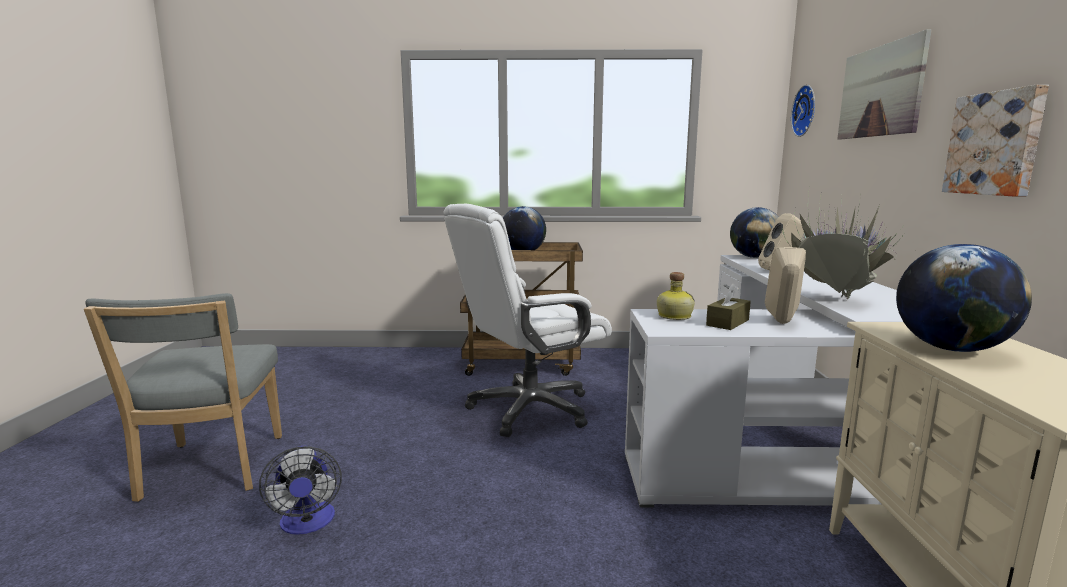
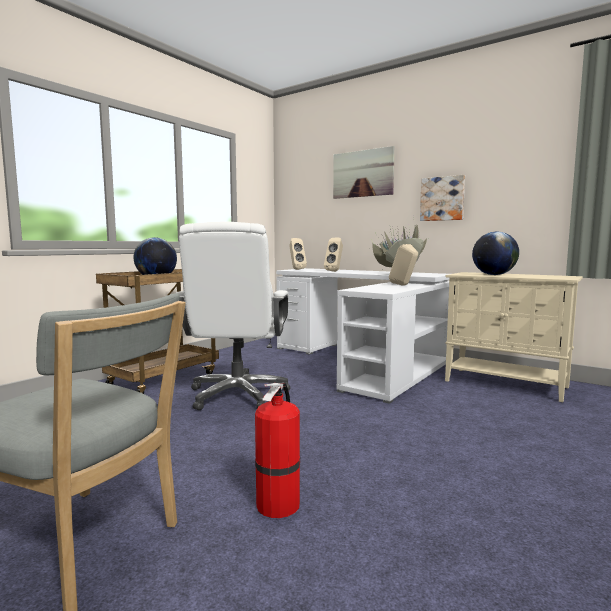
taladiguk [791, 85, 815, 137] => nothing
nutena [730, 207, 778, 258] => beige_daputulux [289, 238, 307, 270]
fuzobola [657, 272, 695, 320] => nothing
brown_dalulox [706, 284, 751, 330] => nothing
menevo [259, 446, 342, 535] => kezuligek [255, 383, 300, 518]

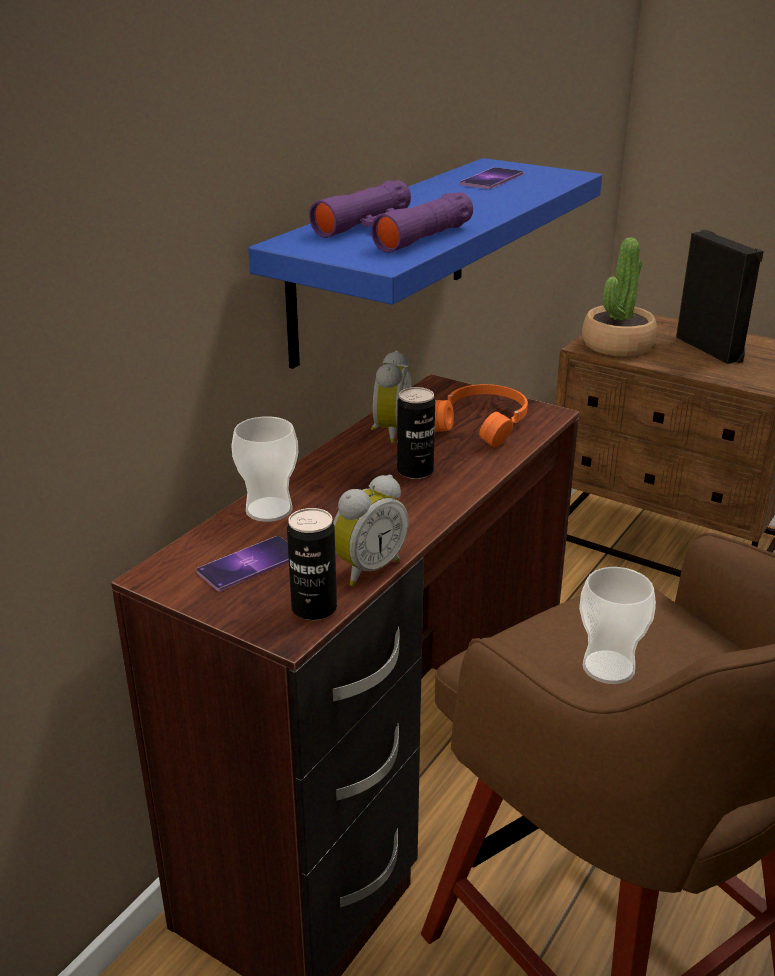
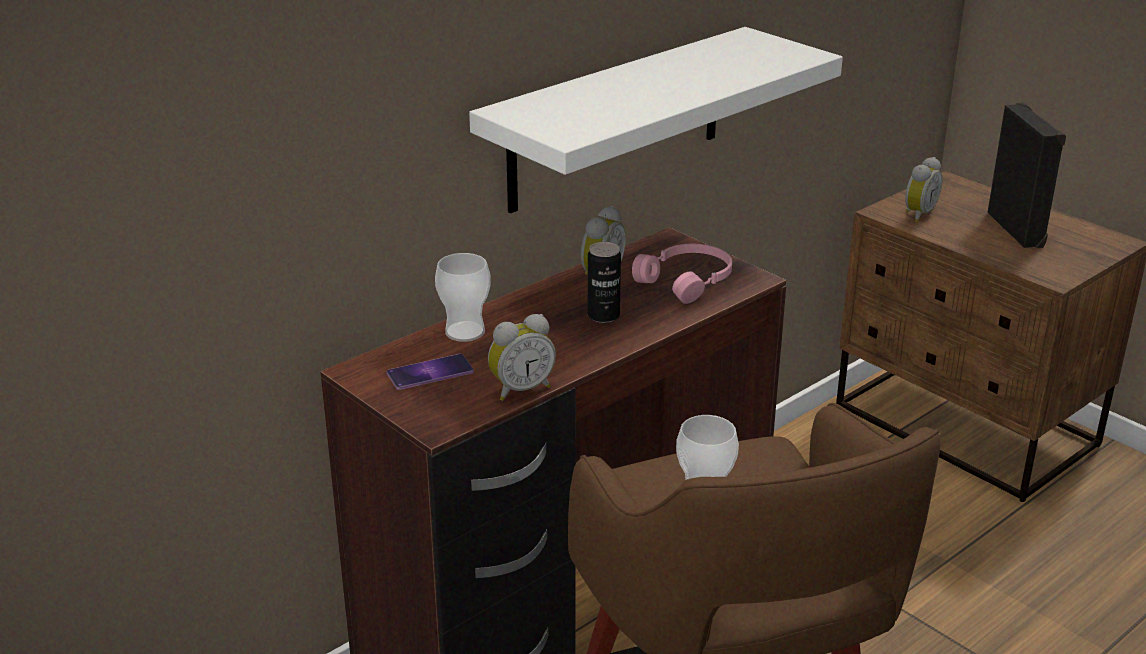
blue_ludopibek [248, 158, 602, 369] => white_ludopibek [469, 27, 843, 213]
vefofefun [460, 167, 523, 189] => nothing
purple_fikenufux [309, 181, 473, 253] => nothing
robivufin [582, 238, 657, 357] => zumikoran [905, 157, 943, 222]
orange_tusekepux [435, 384, 528, 447] => pink_tusekepux [632, 244, 732, 304]
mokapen [287, 508, 337, 621] => nothing

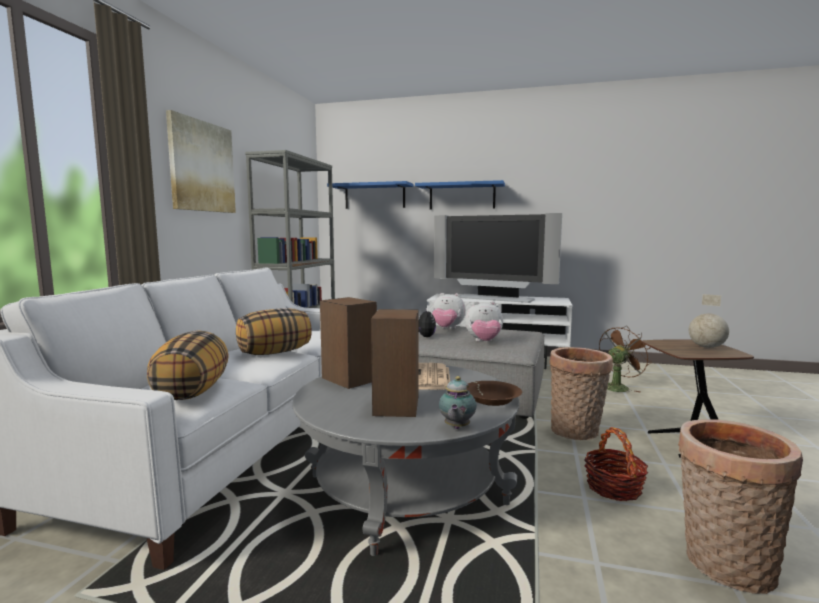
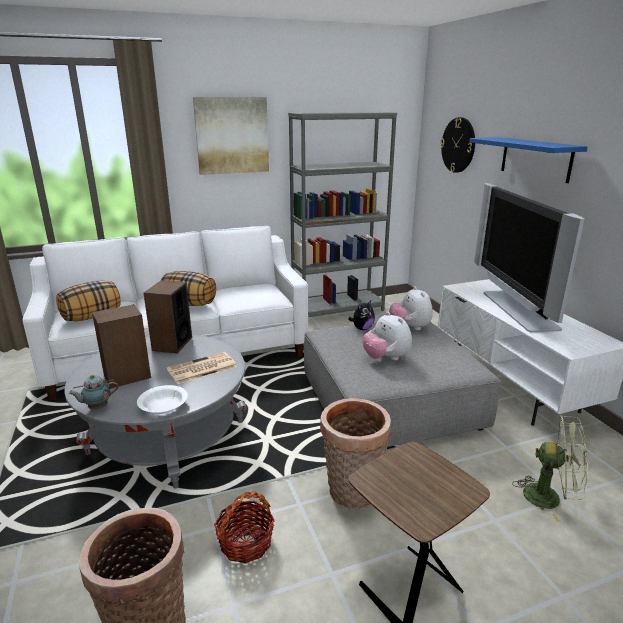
blue_ludopibek [327, 181, 414, 209] => taladiguk [440, 117, 475, 173]
nutena [689, 294, 729, 348] => nothing
brown_menevo [599, 326, 652, 393] => green_menevo [512, 415, 588, 521]
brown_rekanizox [467, 381, 522, 406] => white_rekanizox [137, 385, 188, 414]

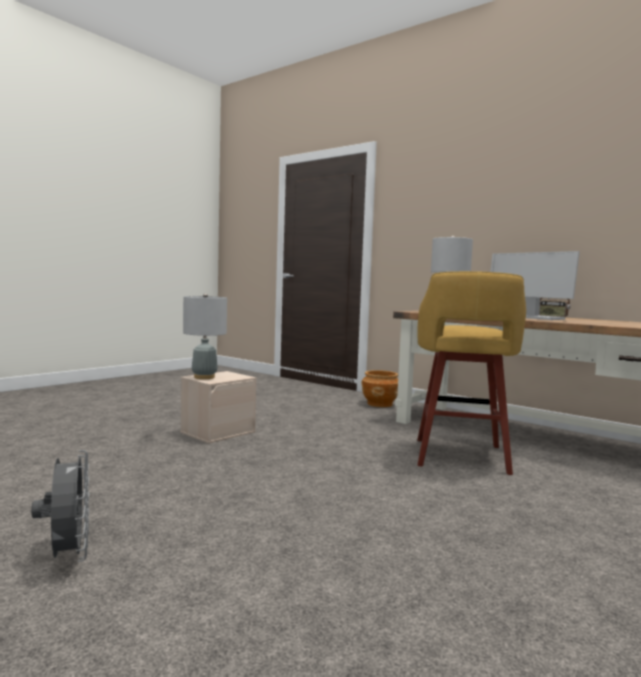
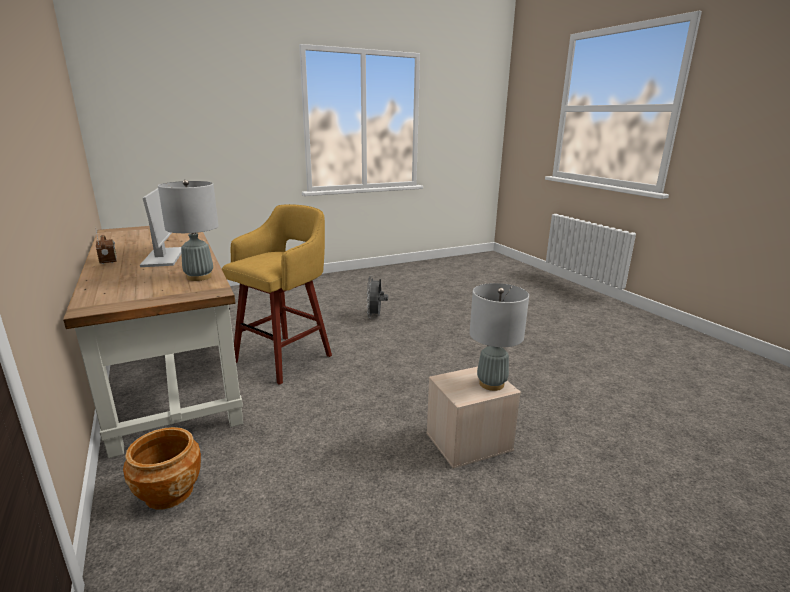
grey_menevo [31, 450, 89, 562] => grey_menevo [367, 276, 388, 318], shifted

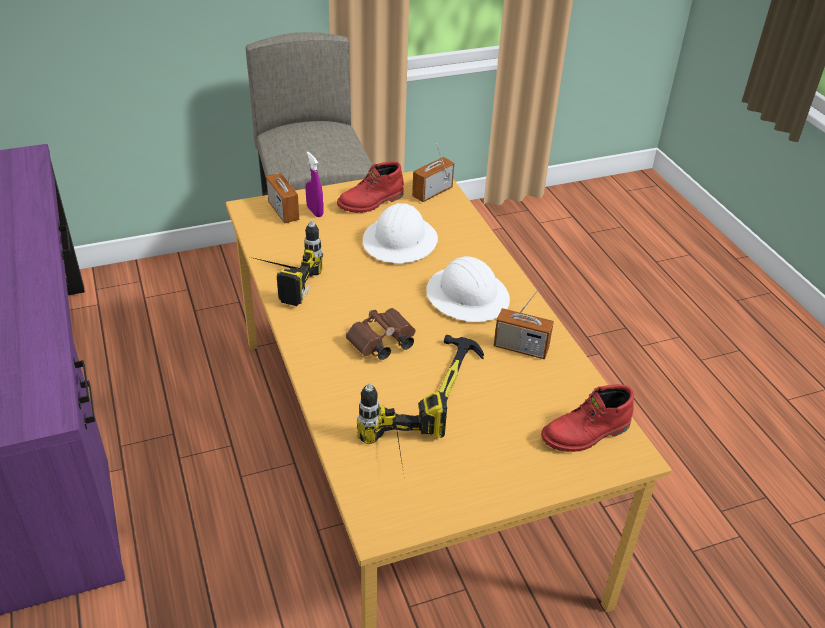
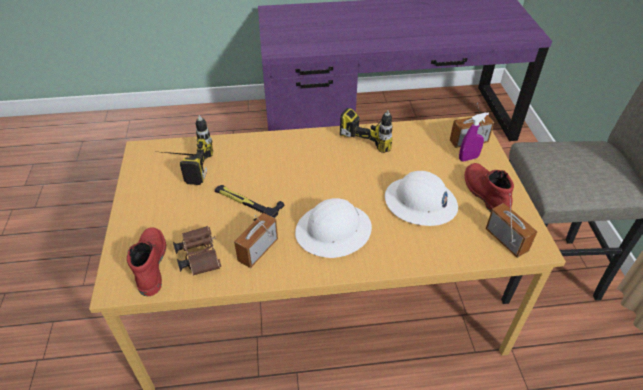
brown_fikenufux [346, 308, 416, 360] => brown_fikenufux [173, 226, 221, 276], shifted

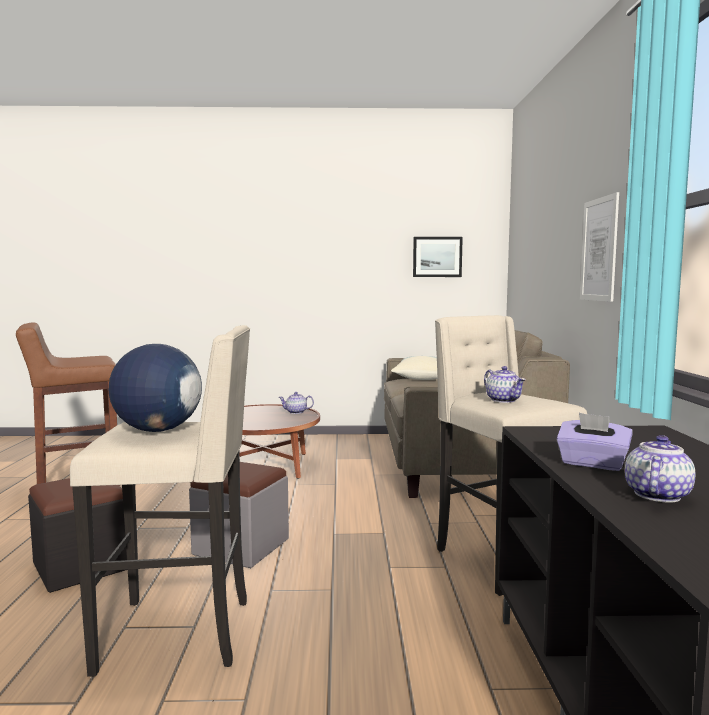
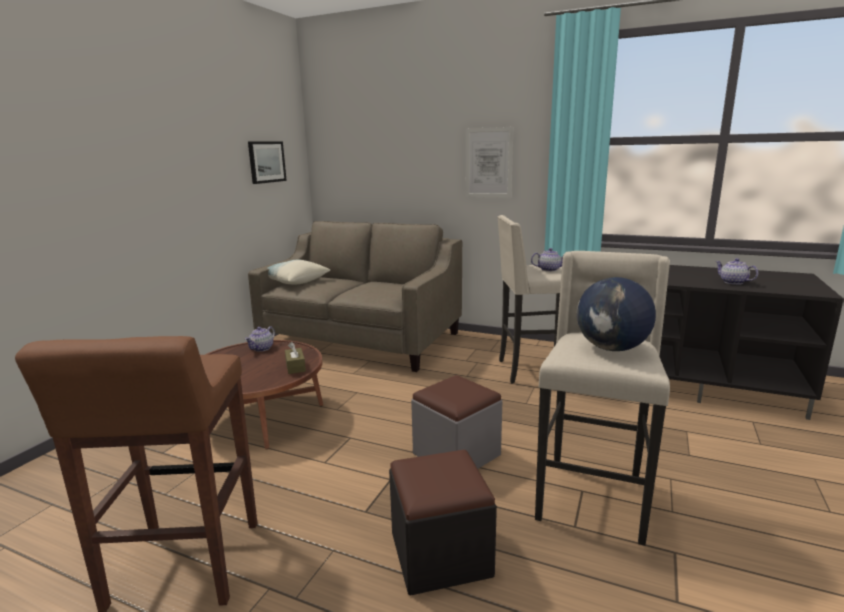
purple_dalulox [556, 413, 633, 471] => nothing
nothing => brown_dalulox [285, 342, 306, 374]

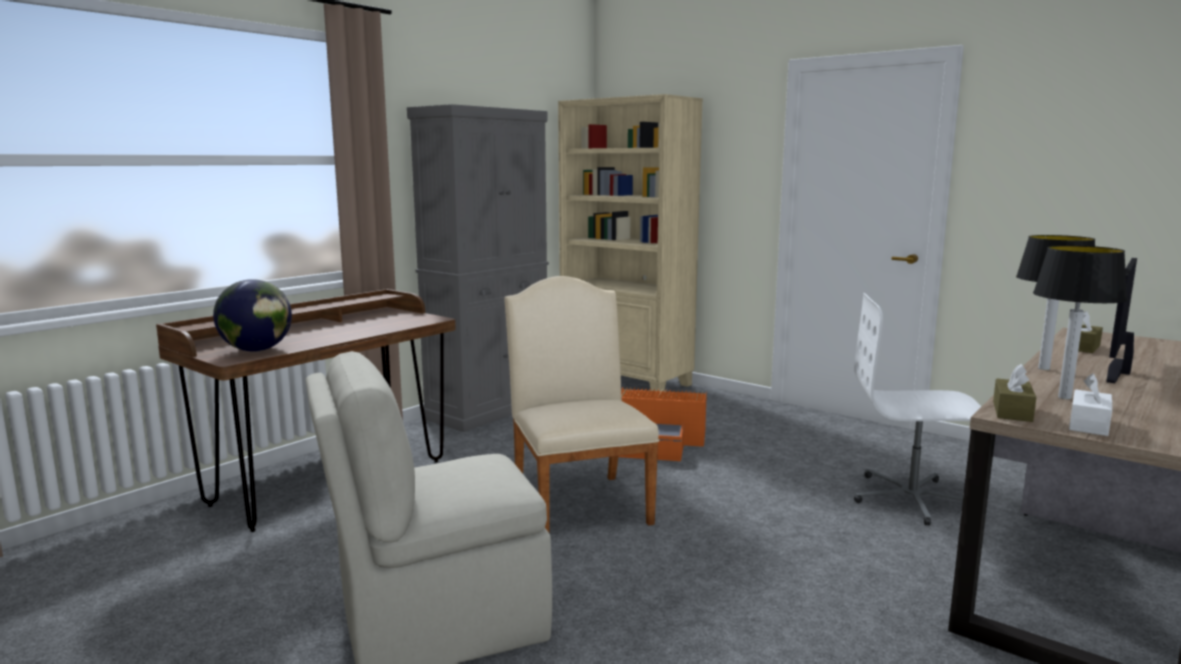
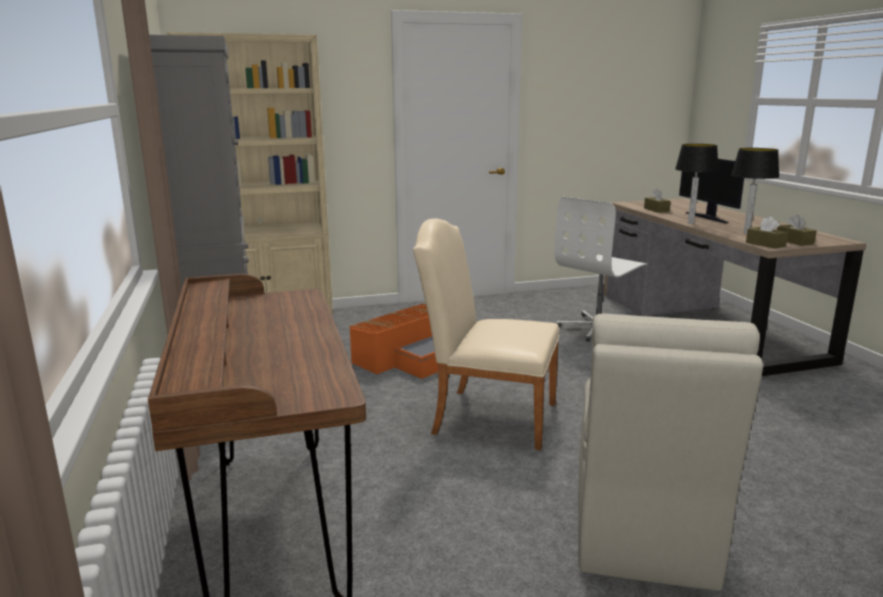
nutena [213, 279, 292, 351] => nothing
white_dalulox [1069, 374, 1112, 436] => brown_dalulox [777, 215, 817, 246]

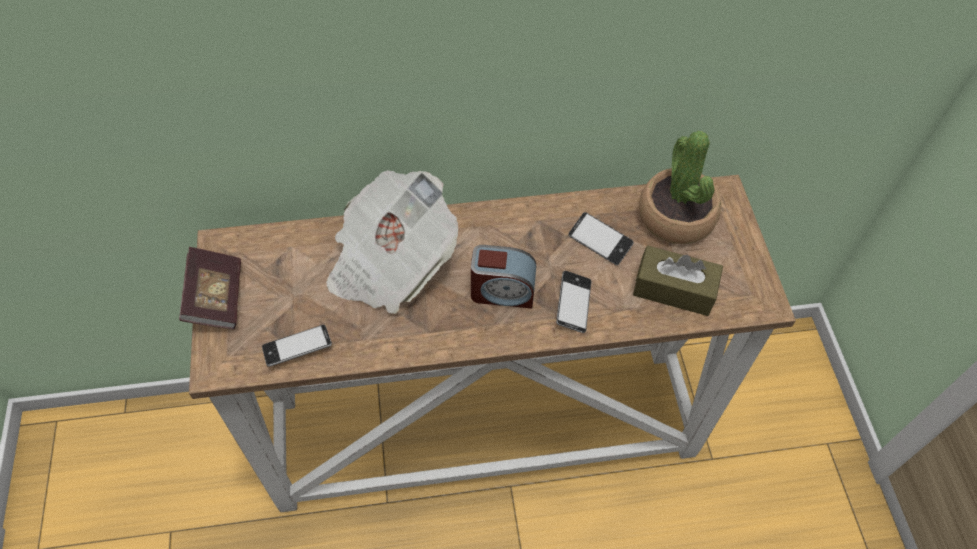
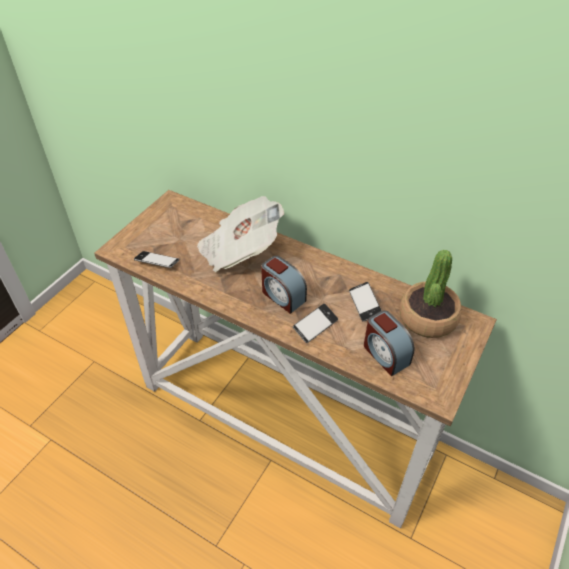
brown_dalulox [633, 246, 723, 316] => zumikoran [364, 310, 415, 376]
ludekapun [179, 247, 241, 329] => nothing

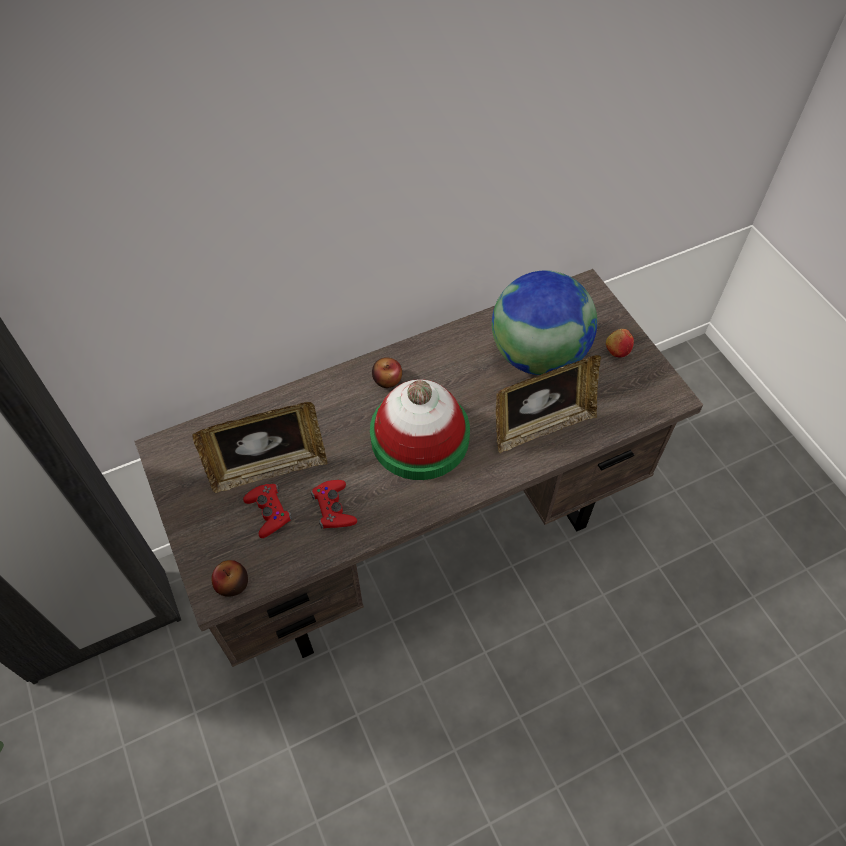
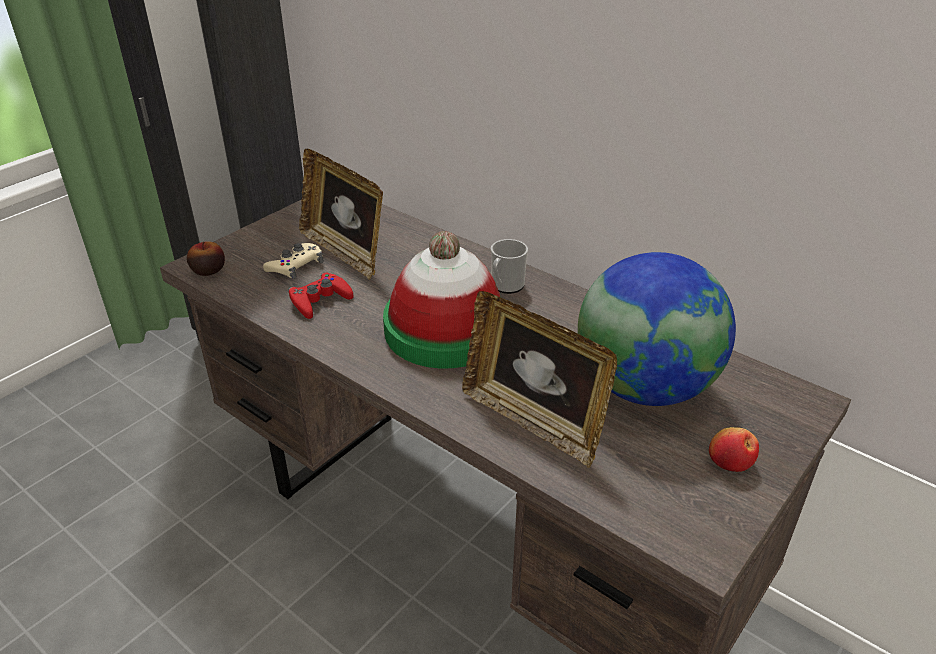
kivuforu [372, 357, 402, 388] => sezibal [491, 239, 528, 294]
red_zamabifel [243, 484, 292, 538] => beige_zamabifel [263, 243, 323, 279]

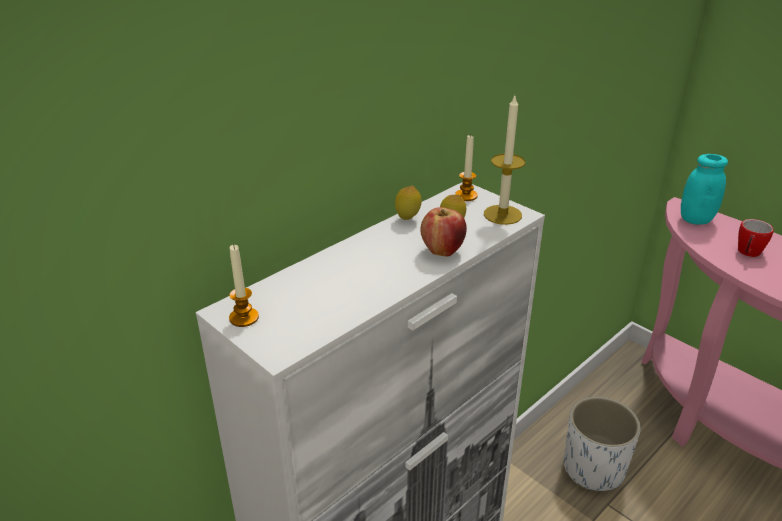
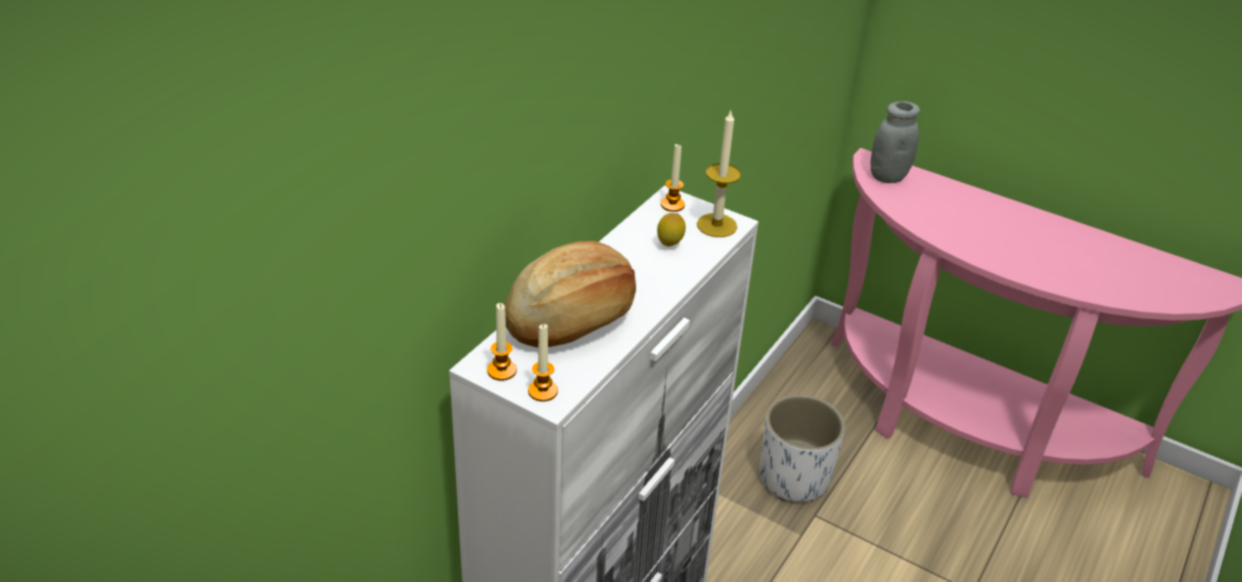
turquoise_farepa [681, 154, 728, 225] => grey_farepa [870, 101, 920, 183]
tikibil [395, 185, 421, 220] => nothing
kivuforu [420, 207, 467, 257] => nothing
sezibal [738, 219, 774, 257] => nothing
nothing => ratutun [504, 241, 636, 347]
nothing => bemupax [528, 323, 558, 402]

